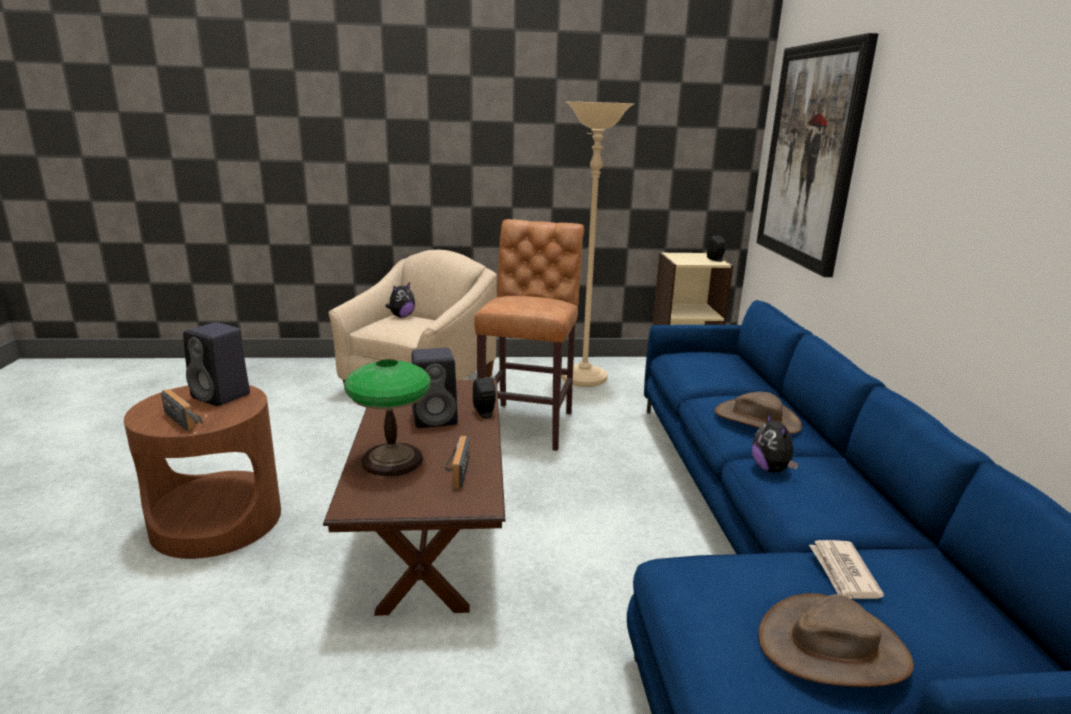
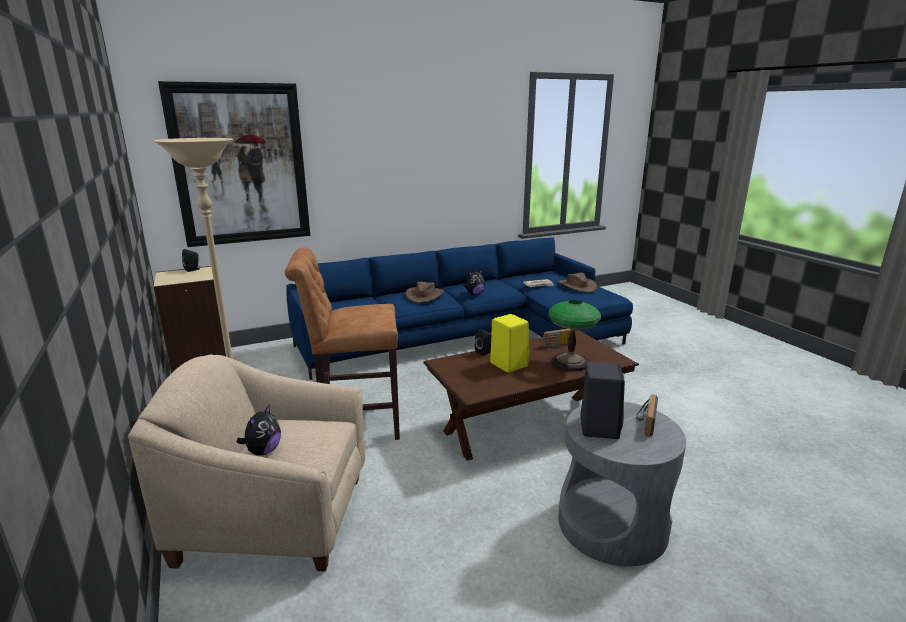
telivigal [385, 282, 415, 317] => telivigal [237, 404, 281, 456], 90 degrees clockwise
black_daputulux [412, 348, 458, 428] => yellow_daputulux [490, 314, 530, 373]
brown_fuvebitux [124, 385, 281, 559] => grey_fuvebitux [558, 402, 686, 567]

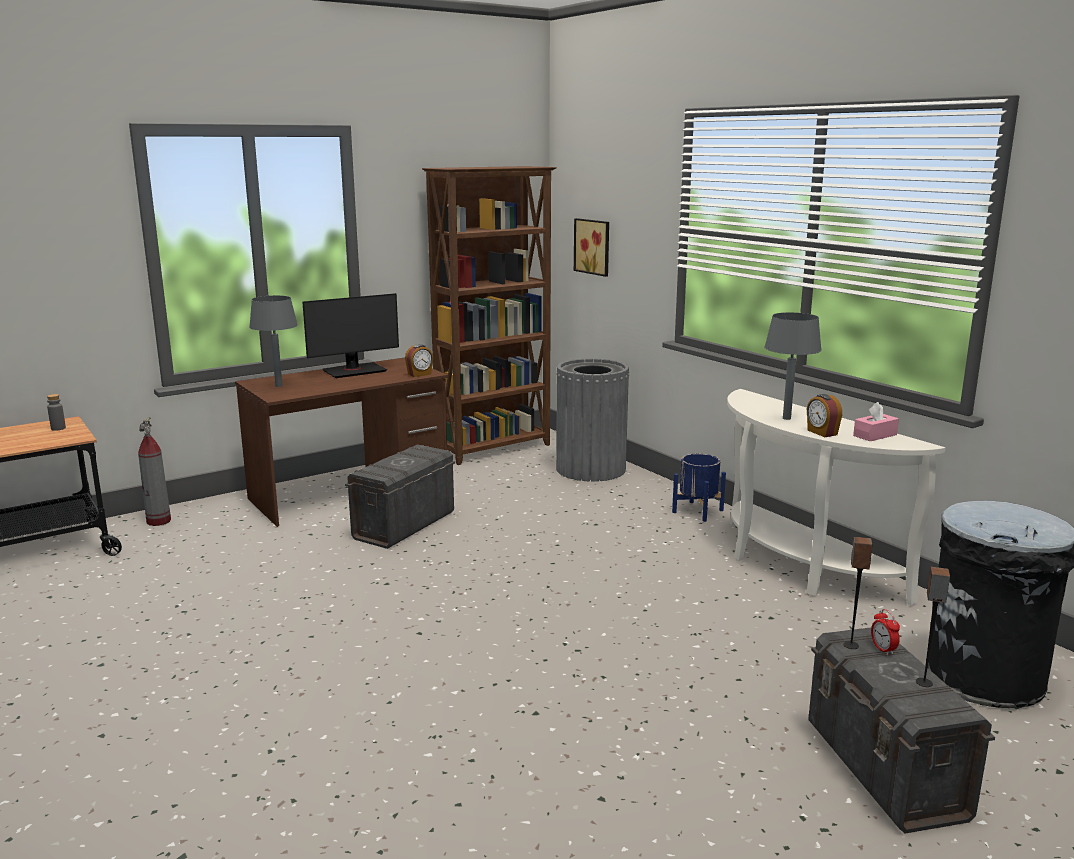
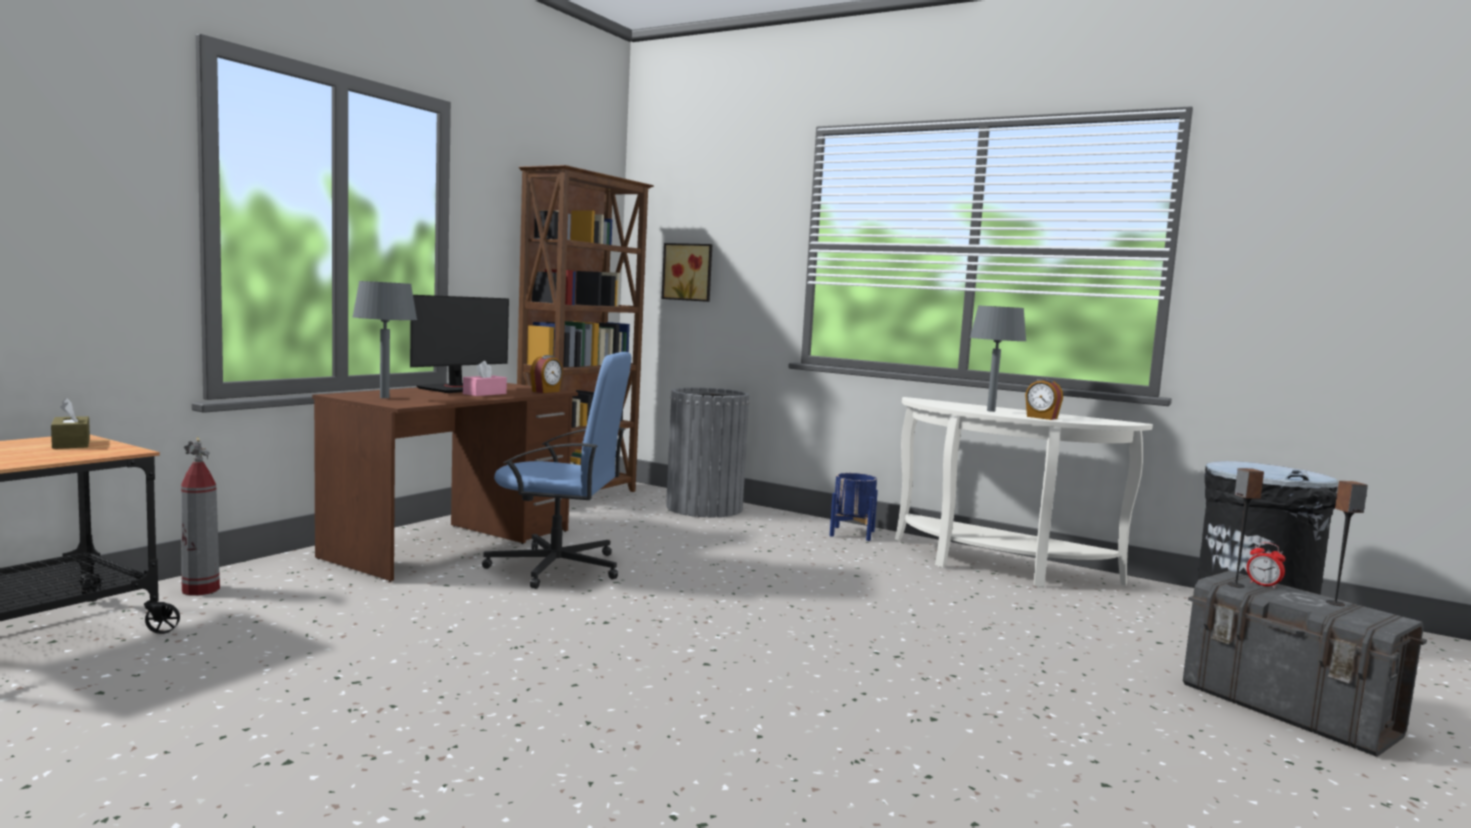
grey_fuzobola [47, 394, 66, 431] => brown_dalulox [51, 398, 90, 449]
pink_dalulox [853, 402, 899, 441] => pink_dalulox [463, 361, 507, 396], shifted
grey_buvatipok [345, 444, 455, 549] => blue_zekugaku [482, 352, 632, 589]

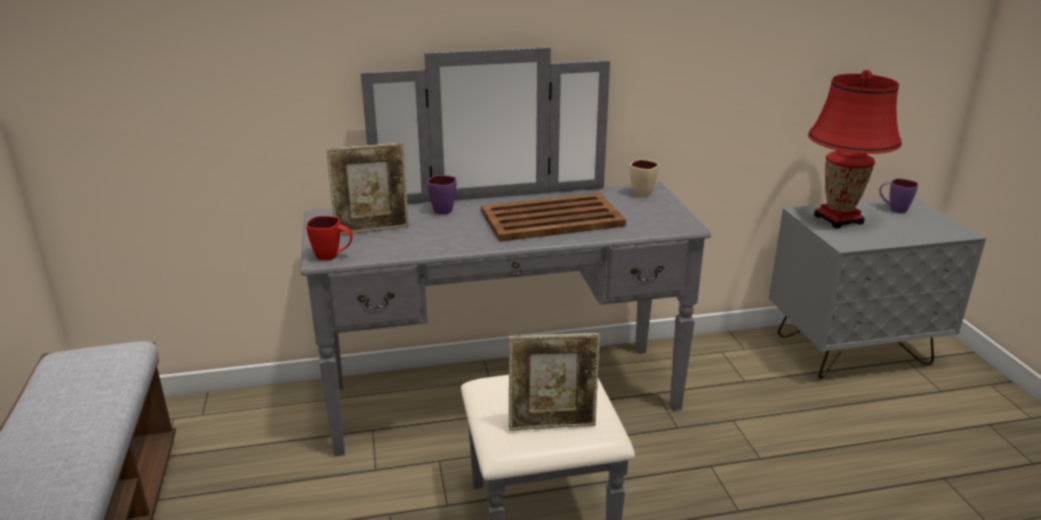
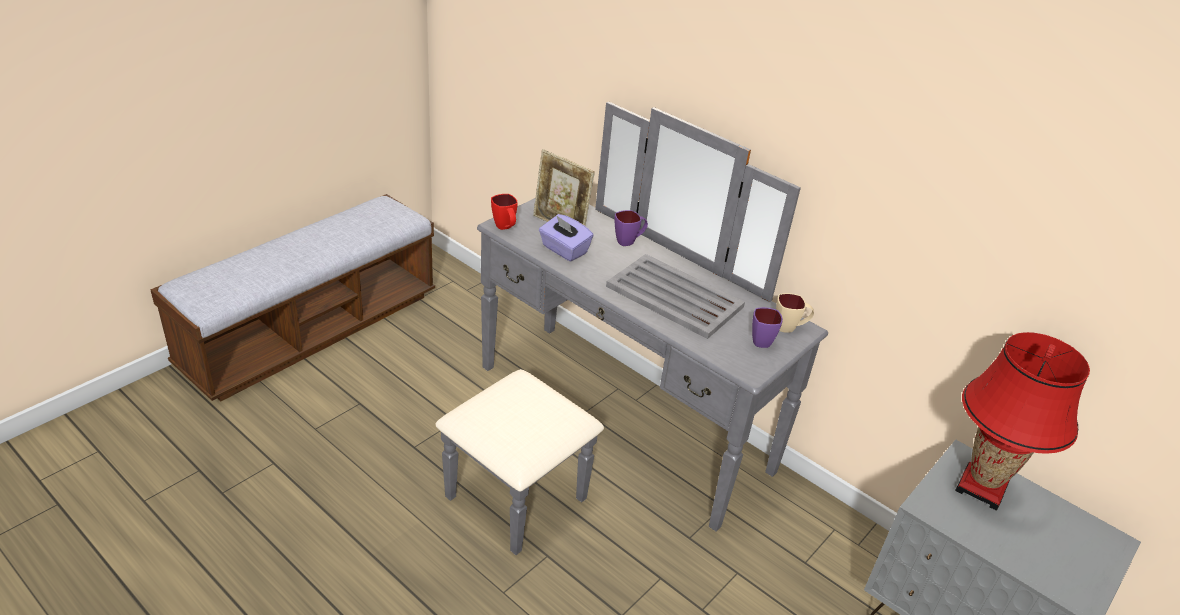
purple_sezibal [879, 178, 918, 213] => purple_sezibal [752, 307, 783, 348], shifted
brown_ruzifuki [481, 193, 626, 242] => grey_ruzifuki [606, 254, 745, 339]
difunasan [509, 333, 601, 431] => nothing
nothing => purple_dalulox [539, 214, 594, 262]

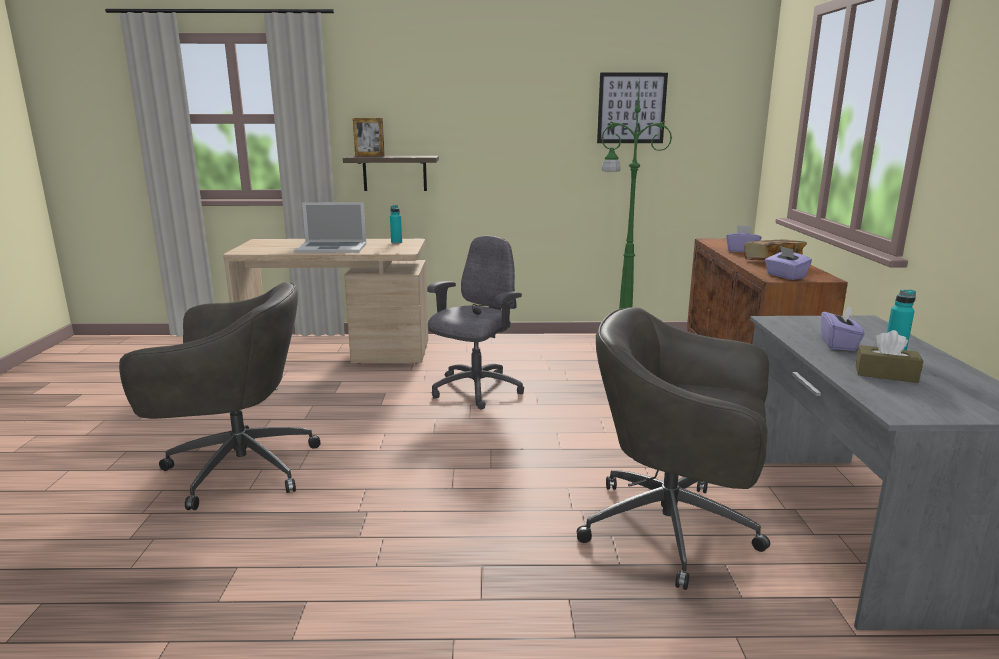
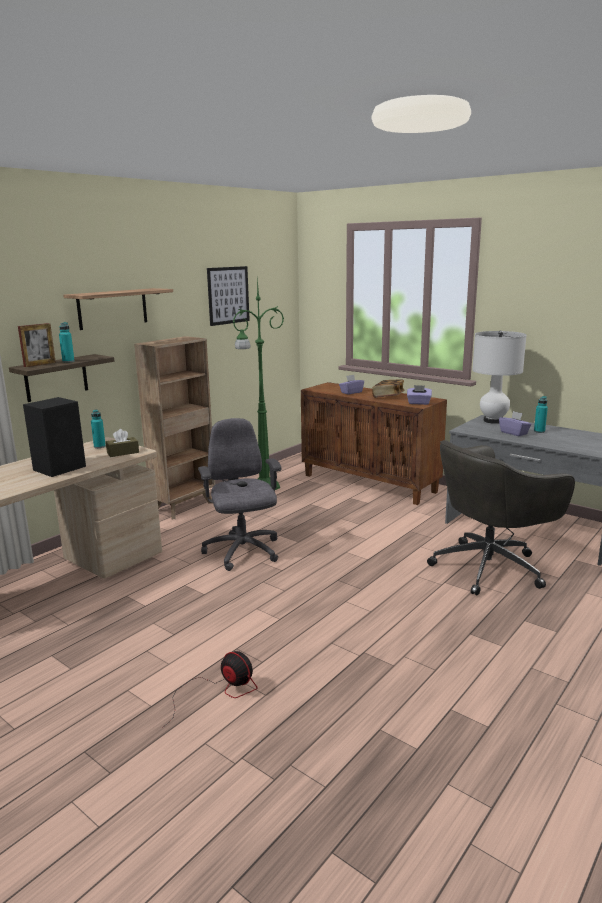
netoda [294, 202, 366, 253] => black_daputulux [23, 397, 86, 477]
grey_zekugaku [119, 282, 321, 510] => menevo [162, 651, 258, 728]
brown_dalulox [856, 330, 923, 383] => brown_dalulox [106, 429, 139, 457], shifted
nothing => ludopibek [63, 288, 173, 330]
nothing => turquoise_fuzobola [59, 322, 74, 363]
nothing => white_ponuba [472, 330, 527, 424]
nothing => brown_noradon [134, 336, 215, 519]

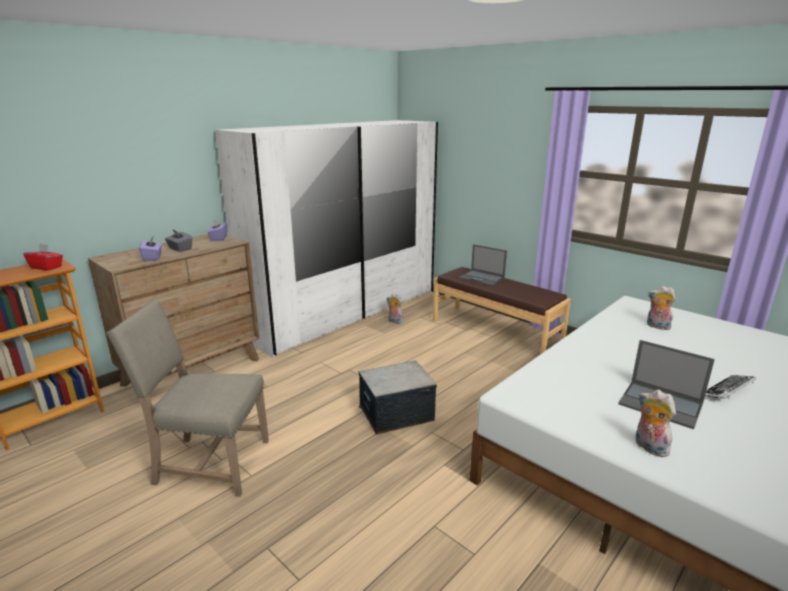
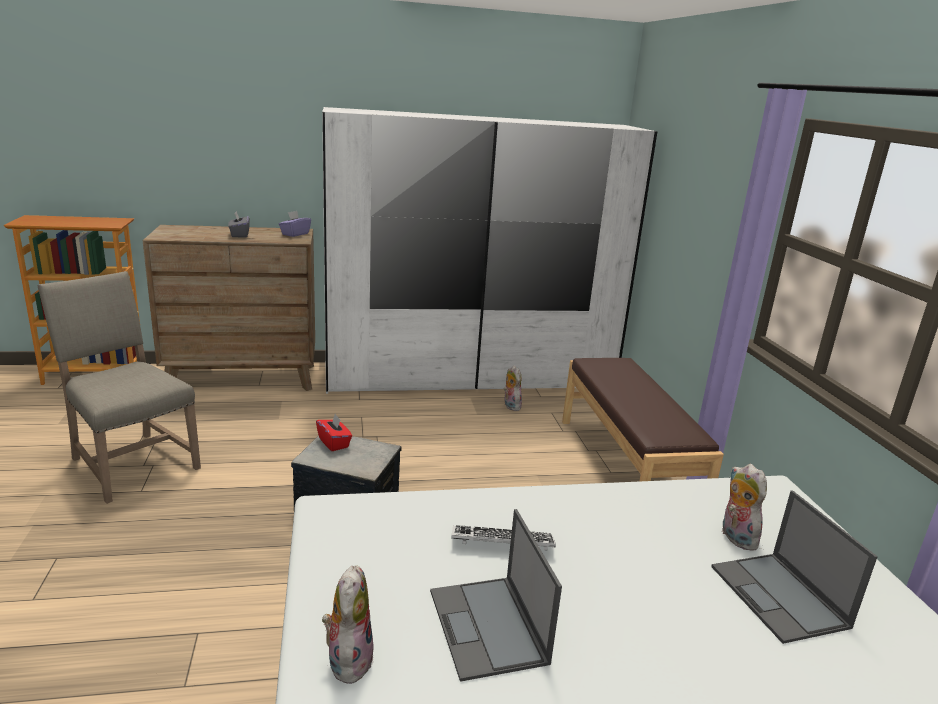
purple_dalulox [139, 237, 162, 261] => nothing
red_dalulox [23, 244, 63, 271] => red_dalulox [316, 414, 352, 451], shifted
netoda [458, 244, 507, 286] => netoda [711, 490, 878, 644], shifted
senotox [705, 375, 756, 399] => senotox [451, 525, 556, 551], shifted

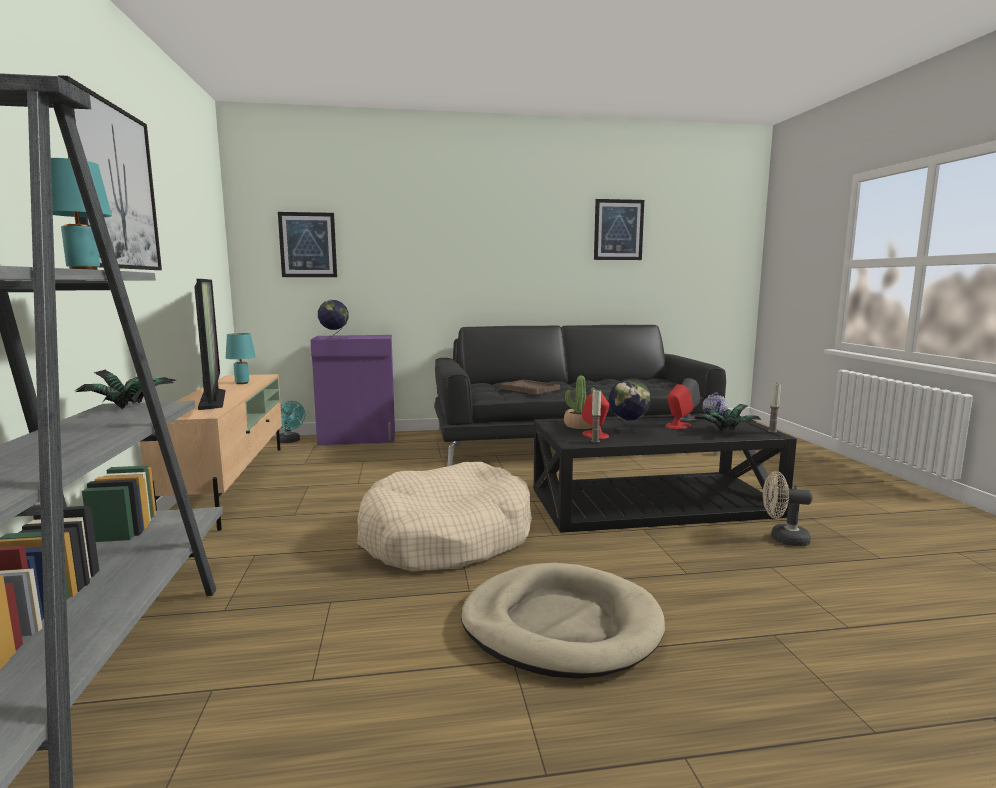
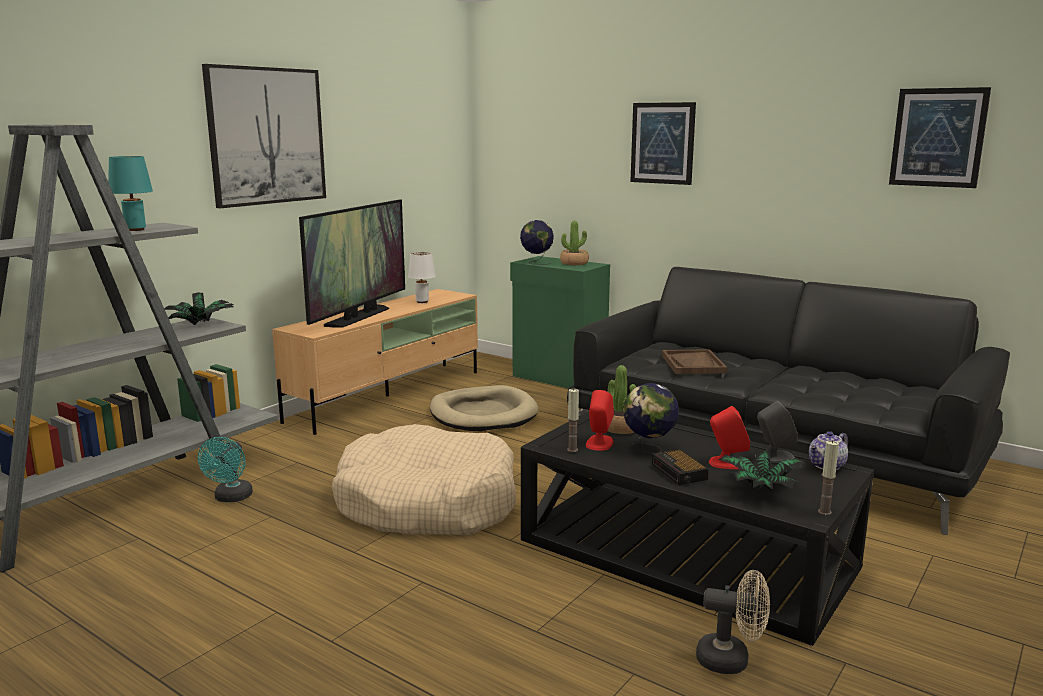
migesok [278, 212, 337, 277] => migesok [630, 102, 696, 185], shifted
turquoise_ponuba [226, 333, 256, 384] => white_ponuba [408, 252, 436, 303]
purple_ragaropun [311, 335, 395, 445] => green_ragaropun [510, 256, 610, 388]
turquoise_menevo [279, 401, 305, 443] => turquoise_menevo [198, 437, 253, 502], shifted
beige_menevo [763, 471, 813, 546] => beige_menevo [696, 570, 770, 674], 135 degrees clockwise
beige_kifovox [461, 563, 665, 679] => beige_kifovox [430, 385, 538, 432], shifted
nothing => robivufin [560, 221, 589, 265]
nothing => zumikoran [652, 449, 709, 485]

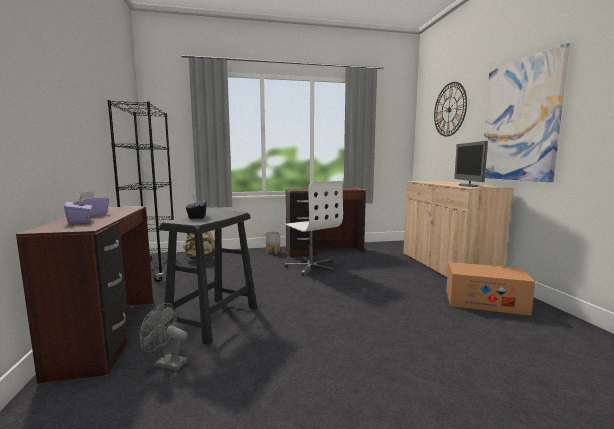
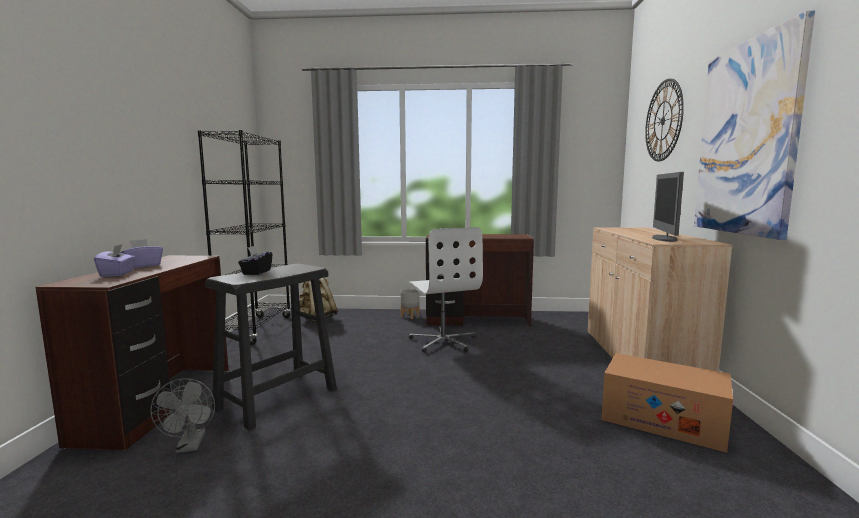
grey_menevo [139, 303, 188, 371] => grey_menevo [150, 378, 215, 453], 135 degrees counterclockwise

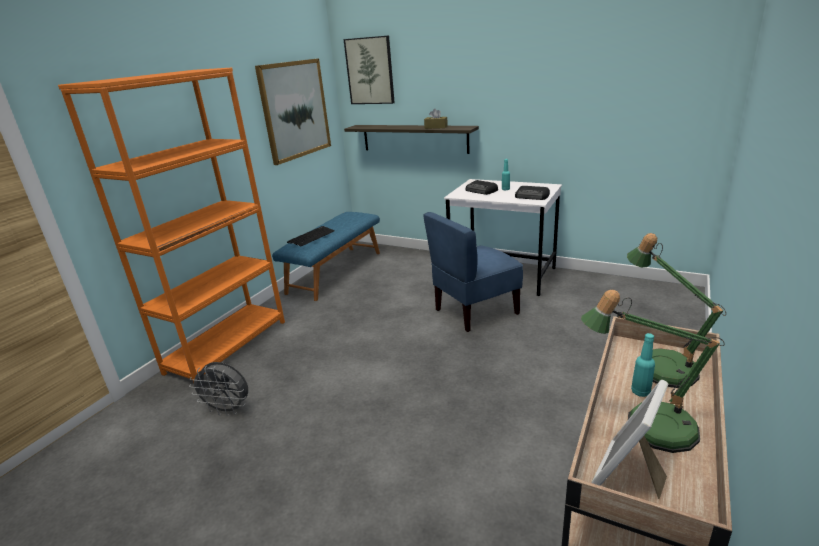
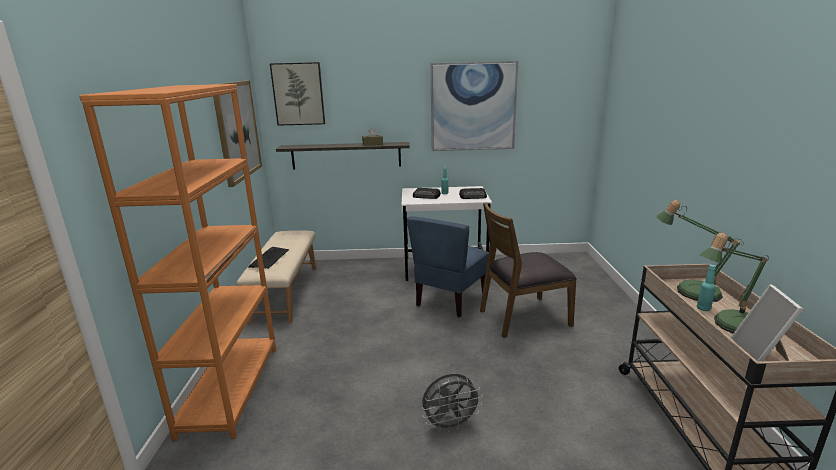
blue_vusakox [272, 212, 380, 301] => beige_vusakox [237, 230, 316, 324]
grey_menevo [189, 362, 248, 416] => grey_menevo [422, 374, 483, 432], shifted
nothing => migesok [430, 61, 518, 151]
nothing => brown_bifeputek [480, 203, 577, 338]

